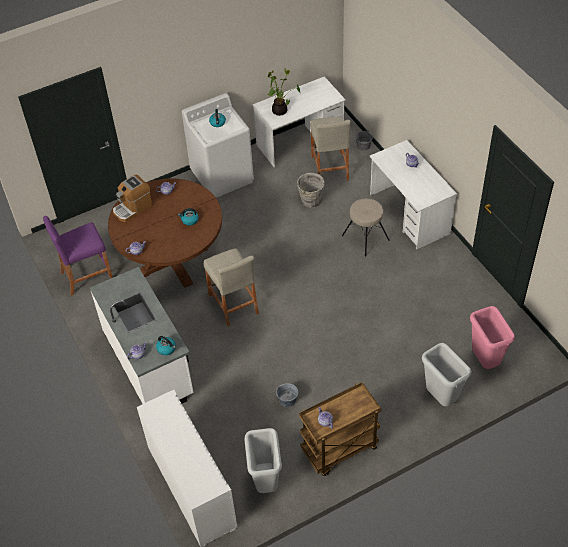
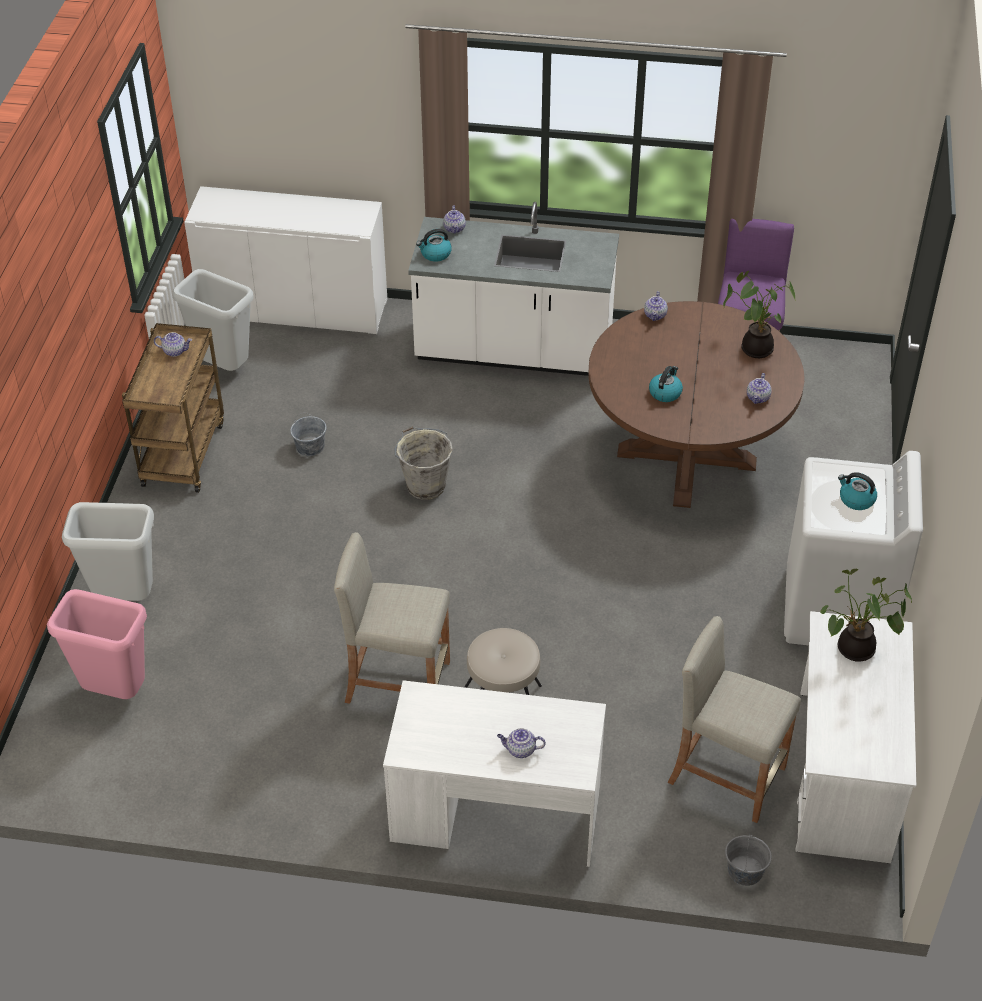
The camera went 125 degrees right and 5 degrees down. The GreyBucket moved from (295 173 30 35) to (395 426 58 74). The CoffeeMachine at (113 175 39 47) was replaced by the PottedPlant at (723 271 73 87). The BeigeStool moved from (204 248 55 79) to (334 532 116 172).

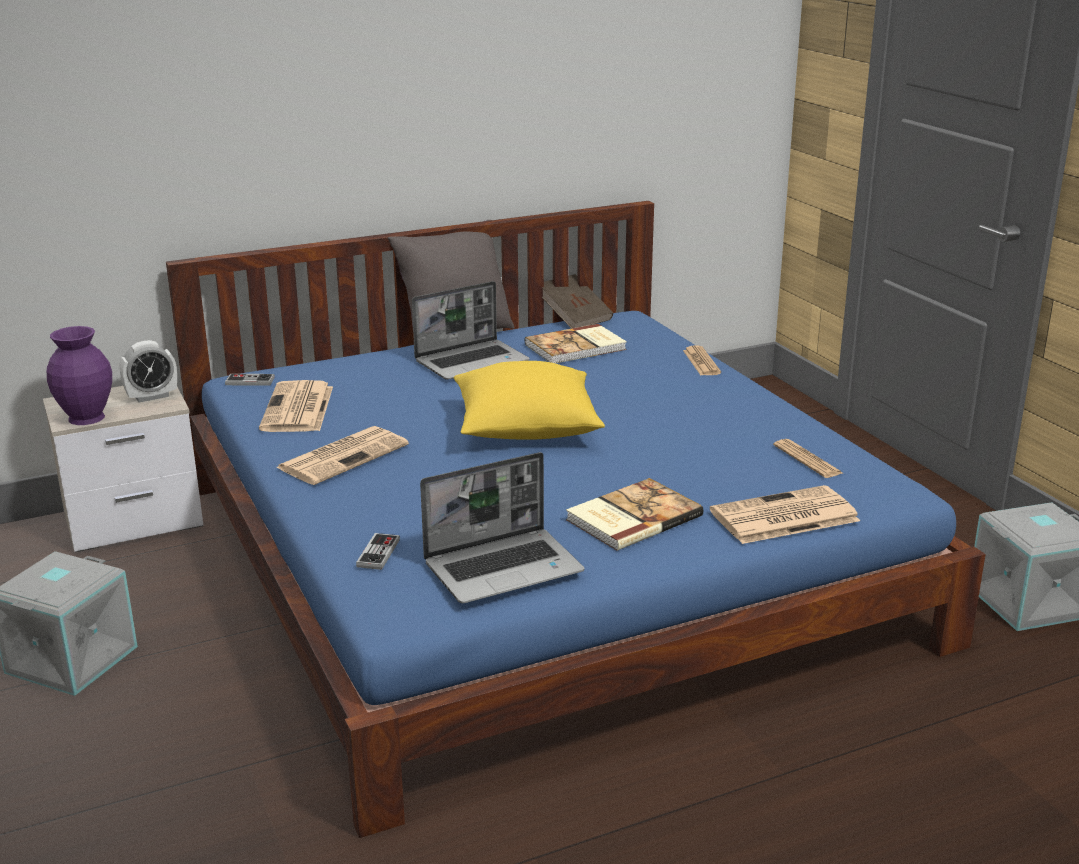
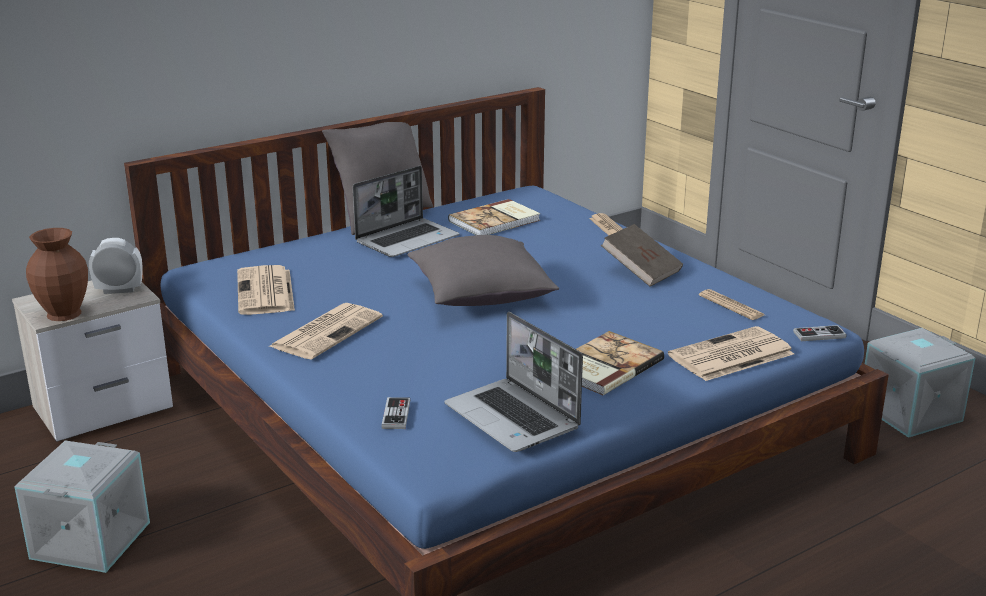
The camera went 10 degrees left and 0 degrees up. The BrownBook moved from (542 274 71 55) to (601 224 82 63). The PurpleVase at (47 326 65 99) became the BrownVase at (26 228 62 93). The AlarmClock at (119 340 58 62) turned 150 degrees counterclockwise. The YellowPillow at (454 361 151 78) became the GreyPillow at (407 235 152 71). The GameController moved from (225 374 50 12) to (793 325 53 16). The Laptop at (420 452 164 151) turned 90 degrees clockwise.

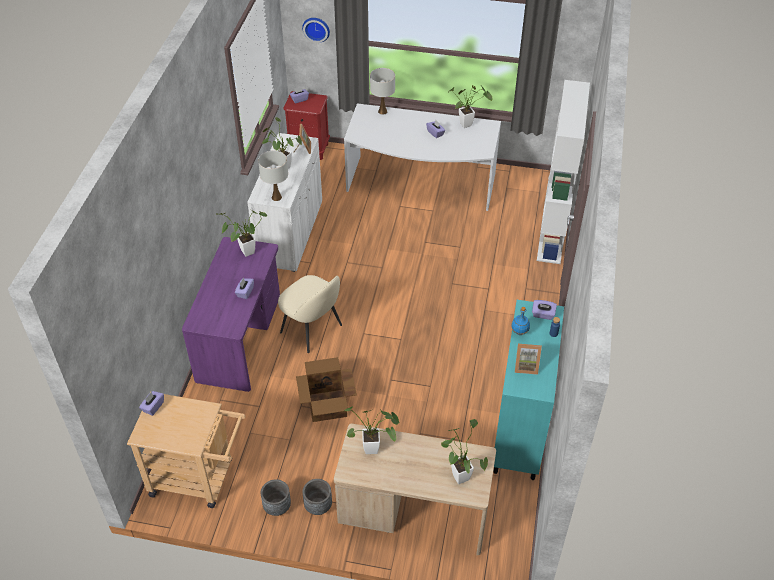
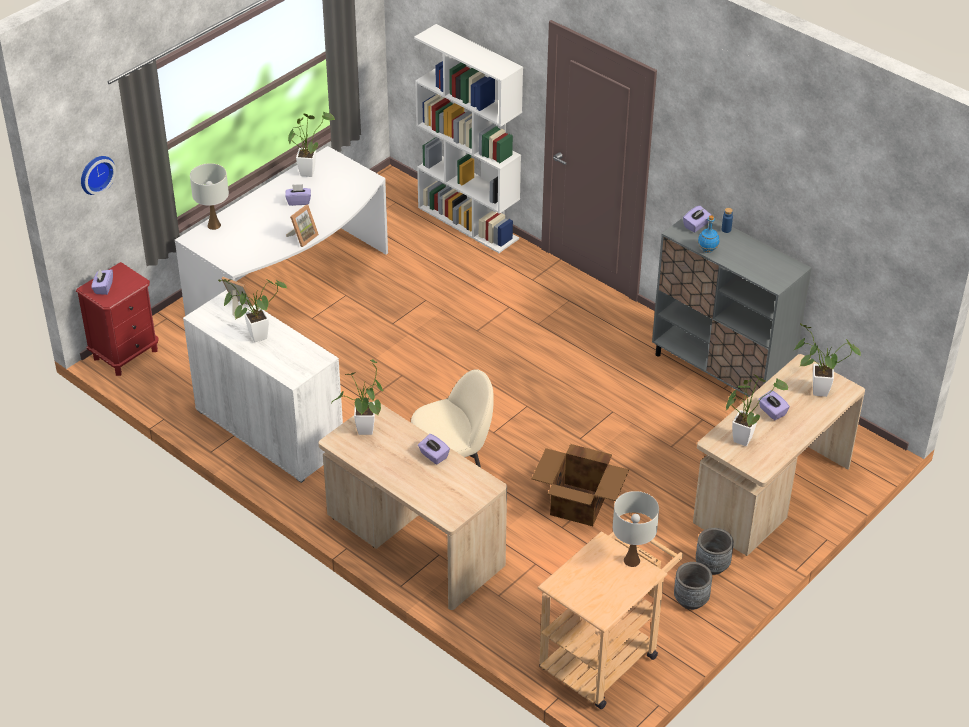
The camera went 60 degrees left and 5 degrees down. The WhiteTableLamp moved from (258 151 30 50) to (613 491 46 76). The PurpleDesk at (182 237 98 155) became the BeigeDesk at (318 401 189 209). The TurquoiseCabinet at (493 300 71 180) became the GreyCabinet at (652 218 160 179). The PictureFrame moved from (515 344 27 31) to (286 204 33 43). The PurpleTissueBox moved from (139 391 25 25) to (758 390 32 30).

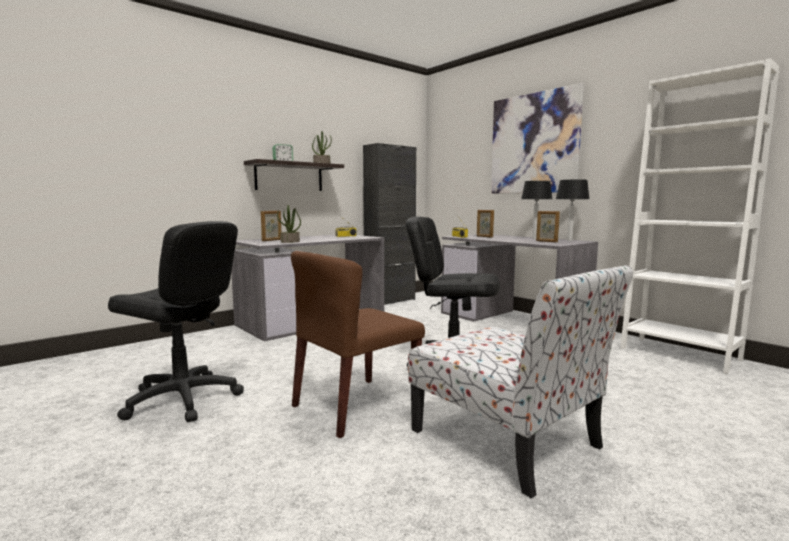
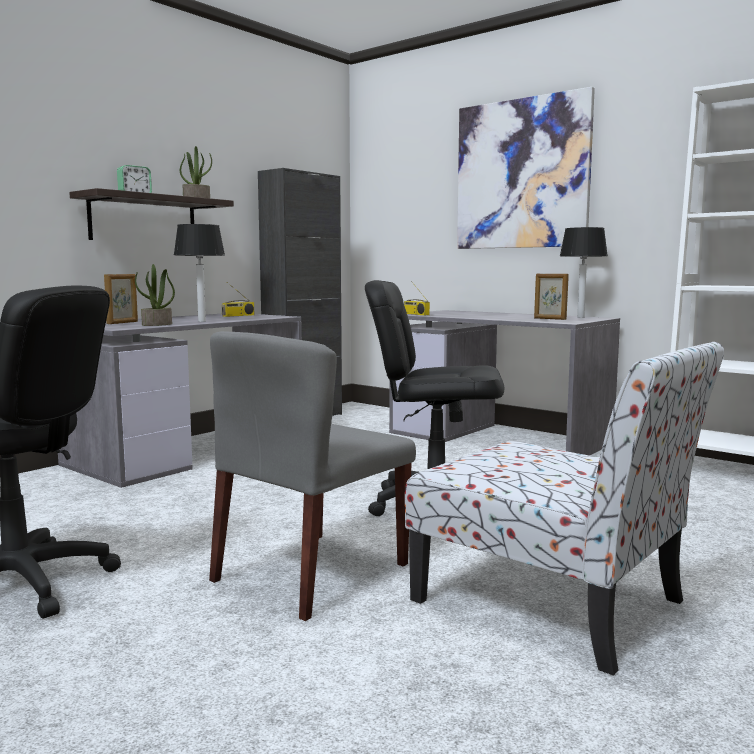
The camera went 10 degrees left and 0 degrees up. The TableLamp moved from (521 181 31 58) to (174 224 51 98). The PictureFrame at (477 210 17 27) disappeared. The BrownChair at (291 251 134 187) became the GreyChair at (209 331 207 290).

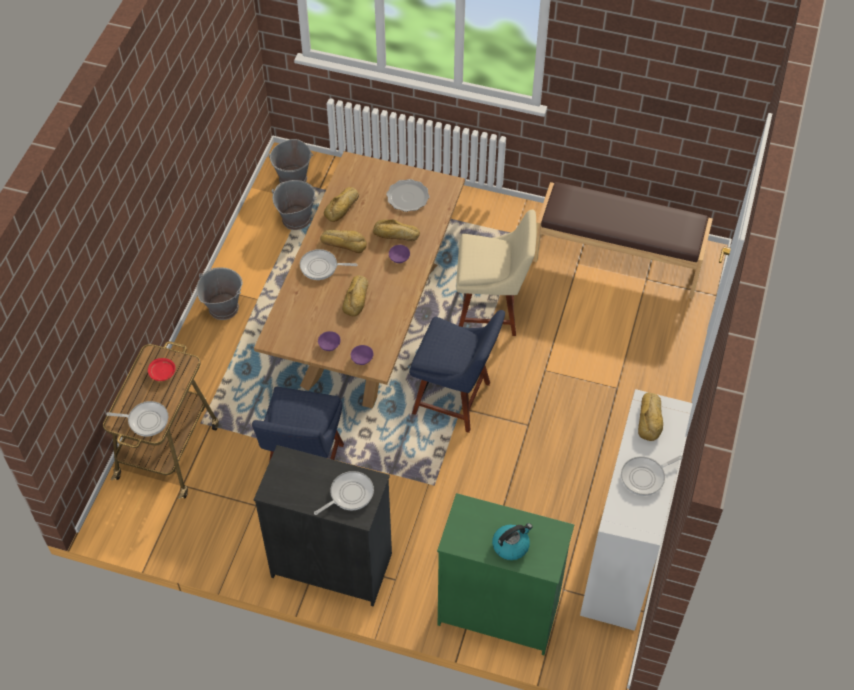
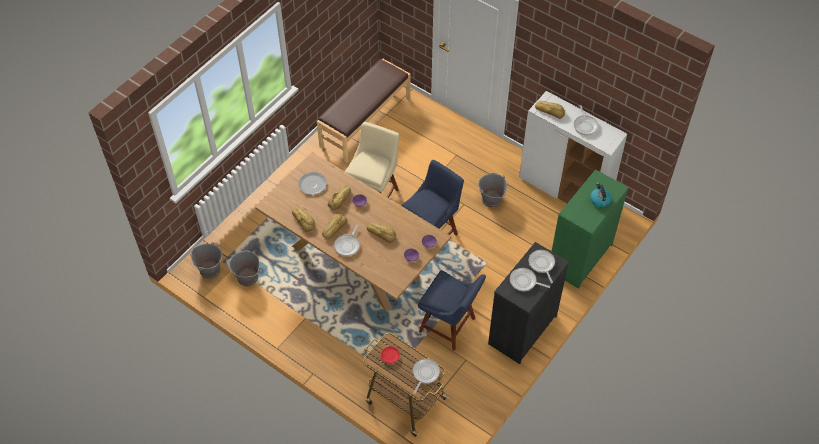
The camera went 70 degrees left and 0 degrees up. The GreyBucket moved from (196 267 47 53) to (478 173 29 35). The FryingPan at (510 268 40 23) appeared.

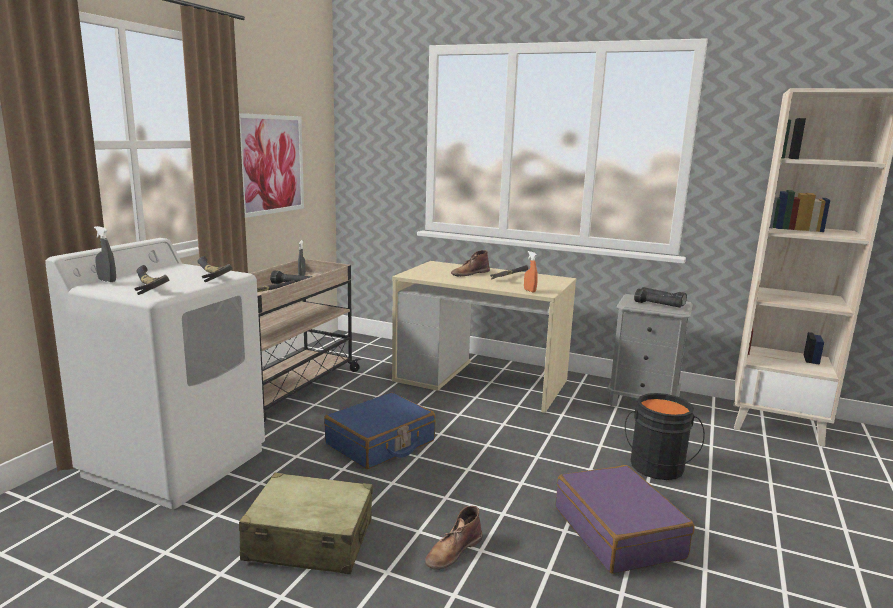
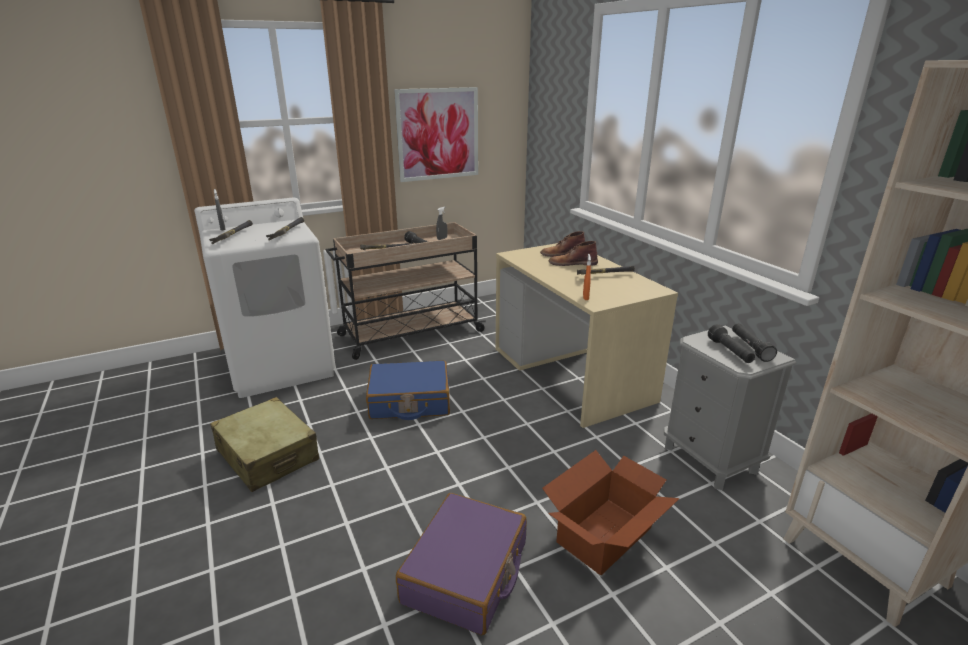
The camera went 40 degrees right and 10 degrees up. The BlackBucket at (625 393 80 87) was replaced by the CardboardBox at (542 450 138 125). The BrownBoot moved from (425 506 57 64) to (540 231 45 26).

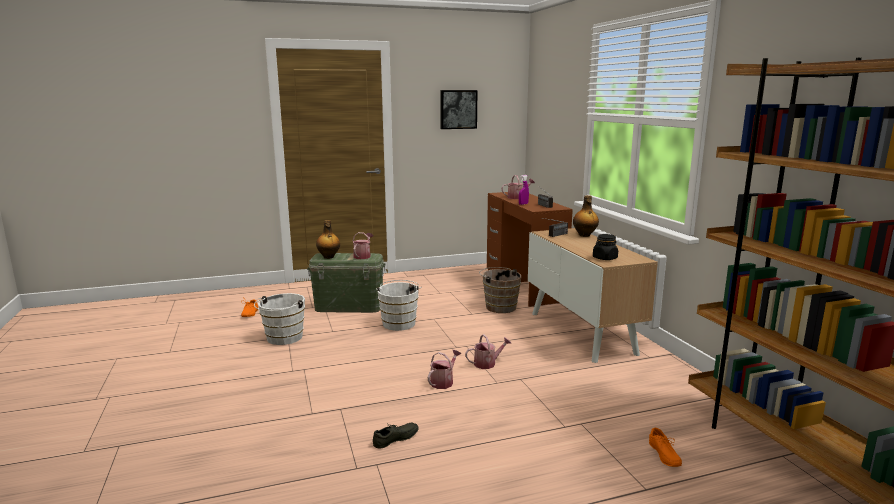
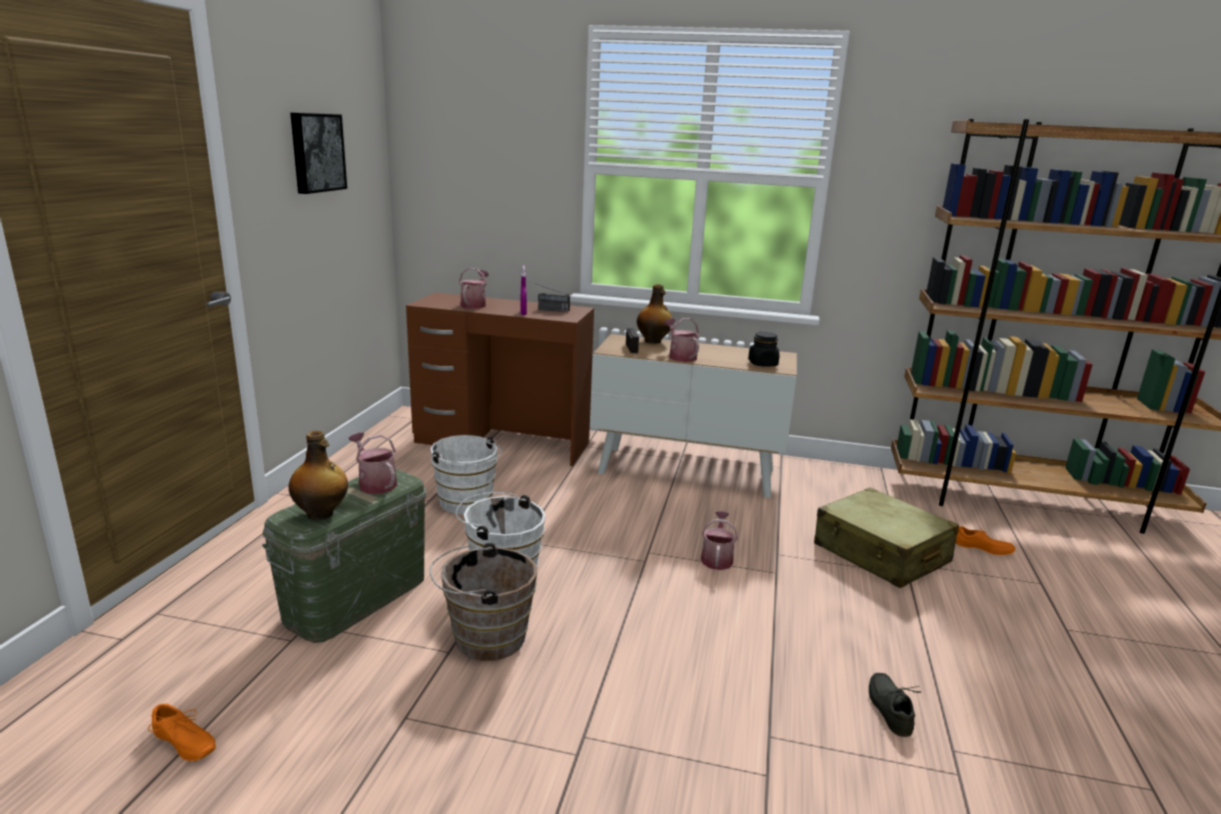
The camera went 60 degrees left and 5 degrees up. The BrownBucket moved from (479 267 42 46) to (429 542 108 119). The WhiteBucket moved from (254 293 51 52) to (430 435 72 79). The WateringCan moved from (428 350 33 39) to (664 318 35 44). The BeigeSuitcase at (814 487 145 101) appeared.

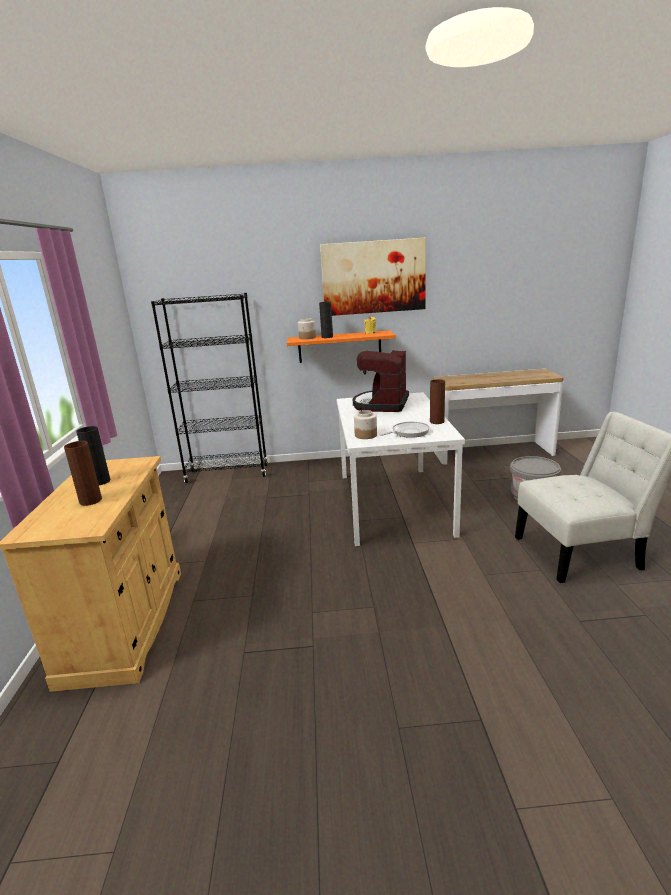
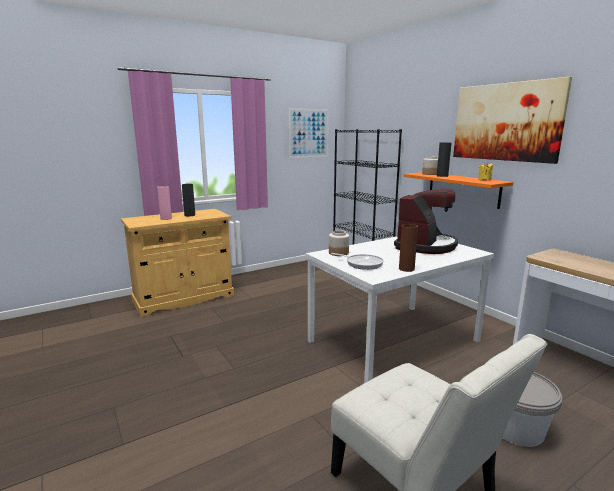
The camera went 60 degrees right and 5 degrees down. The CoffeeMachine at (353 350 56 62) turned 135 degrees clockwise. The BrownVase at (64 441 38 65) became the PinkVase at (157 186 15 34). The Picture at (288 108 41 50) appeared.

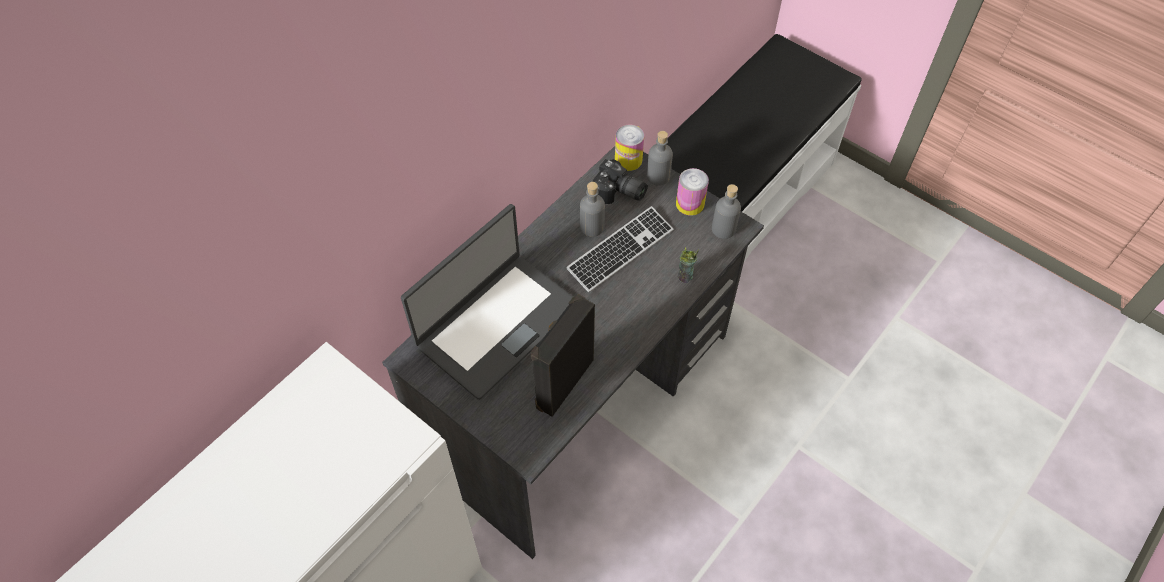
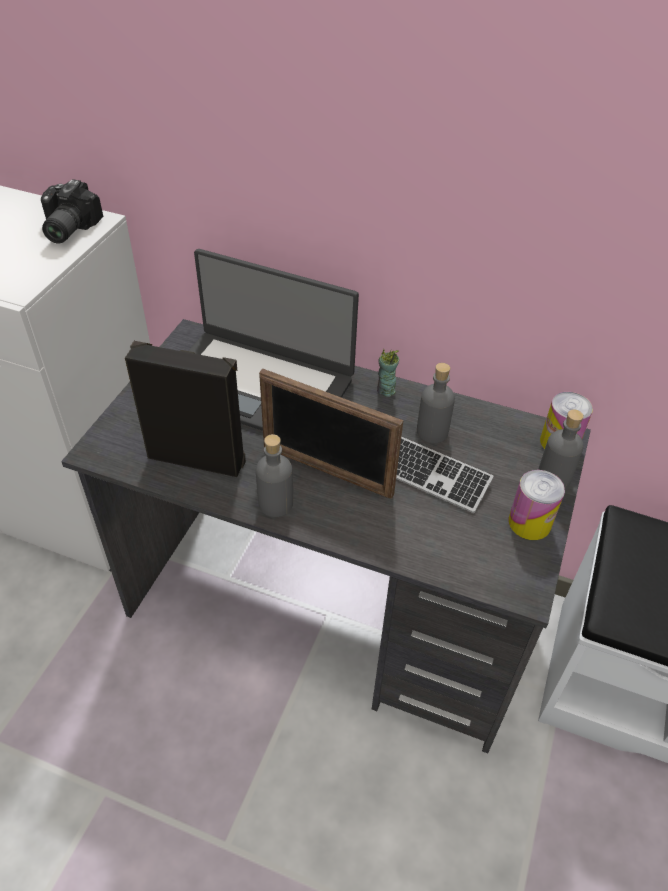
The camera went 70 degrees right and 10 degrees down. The PhotoCamera moved from (593 159 55 45) to (41 179 62 65). The GreyBottle moved from (712 184 29 55) to (256 434 37 83). The Cup moved from (677 247 22 36) to (377 349 22 48). The PictureFrame at (259 369 144 130) appeared.

